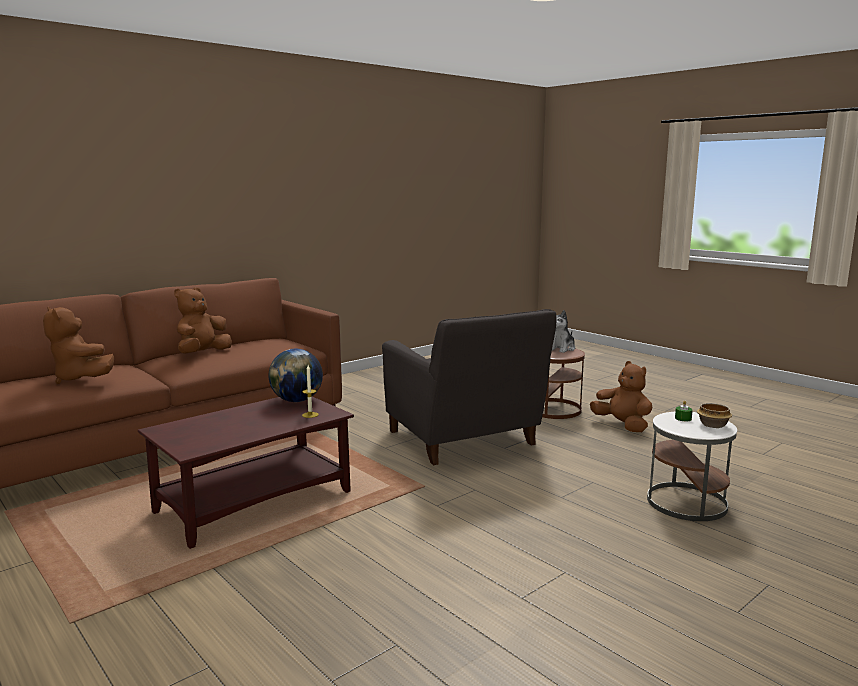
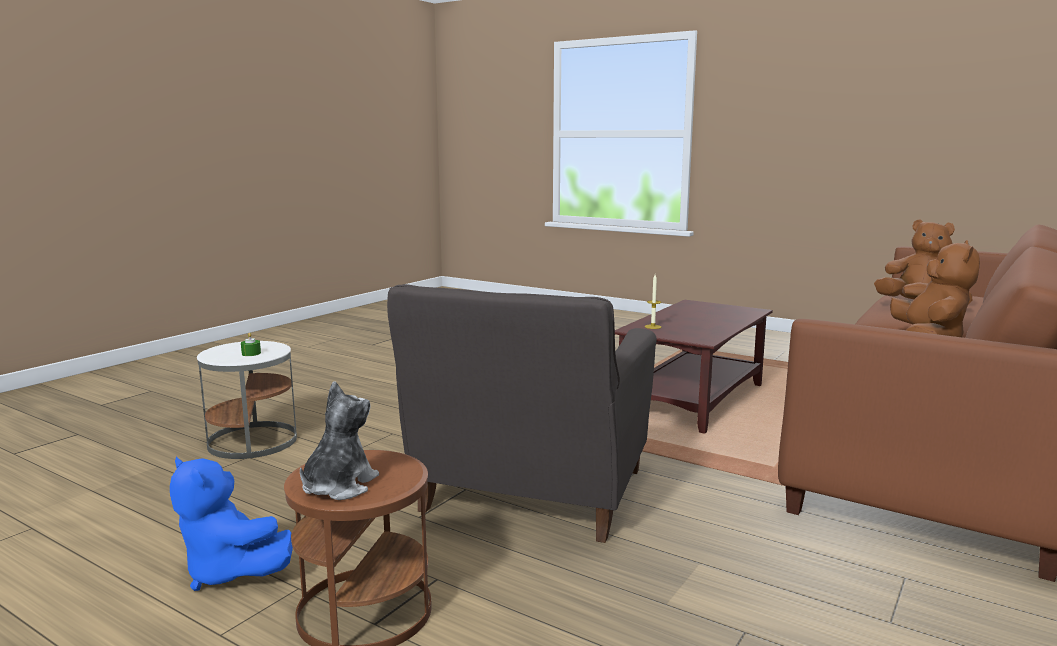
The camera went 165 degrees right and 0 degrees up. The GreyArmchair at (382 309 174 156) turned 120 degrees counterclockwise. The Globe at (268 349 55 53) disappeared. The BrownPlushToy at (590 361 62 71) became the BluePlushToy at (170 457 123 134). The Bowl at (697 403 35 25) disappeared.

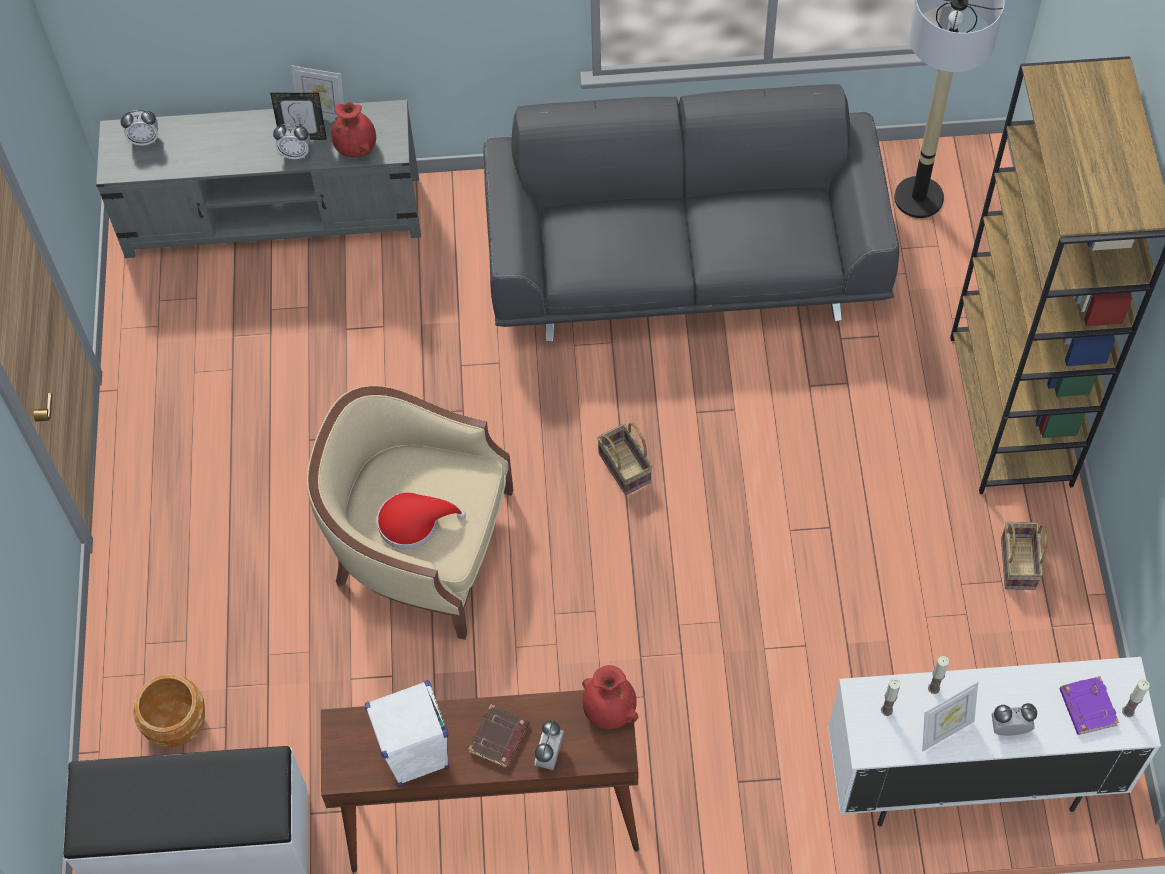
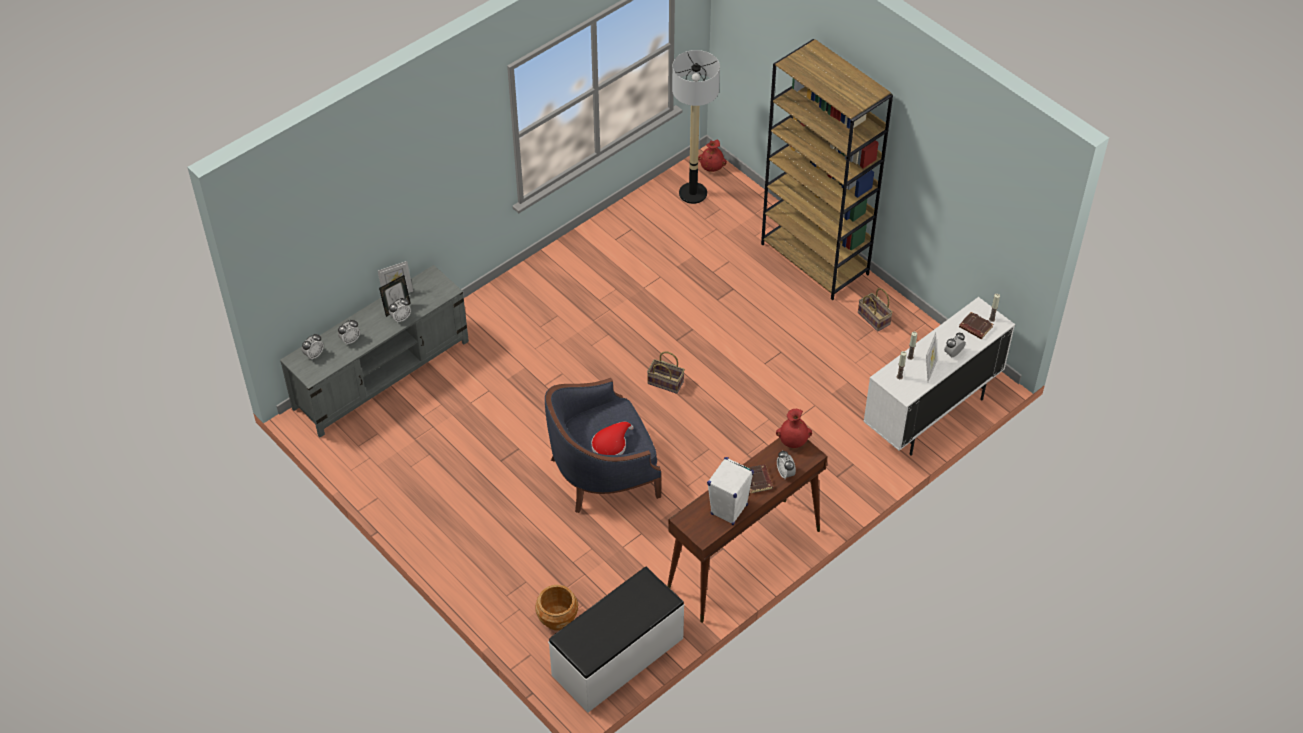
The camera went 40 degrees left and 10 degrees down. The GreySofa at (483 84 416 258) disappeared. The RedVase moved from (332 102 44 56) to (698 140 29 32). The BeigeArmchair at (307 386 206 254) became the BlueArmchair at (545 378 116 135). The PurpleBook at (1060 676 59 59) became the BrownBook at (959 312 34 27). The AlarmClock at (338 320 22 24) appeared.

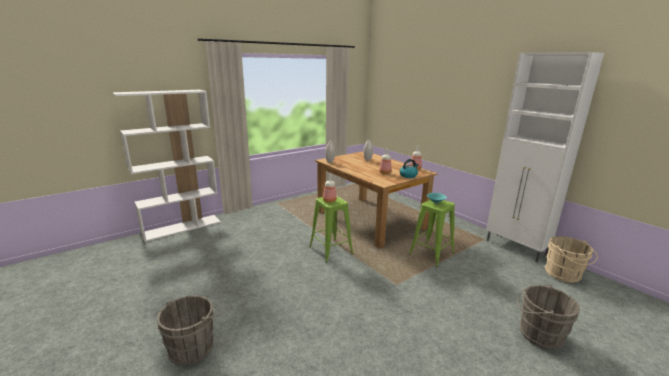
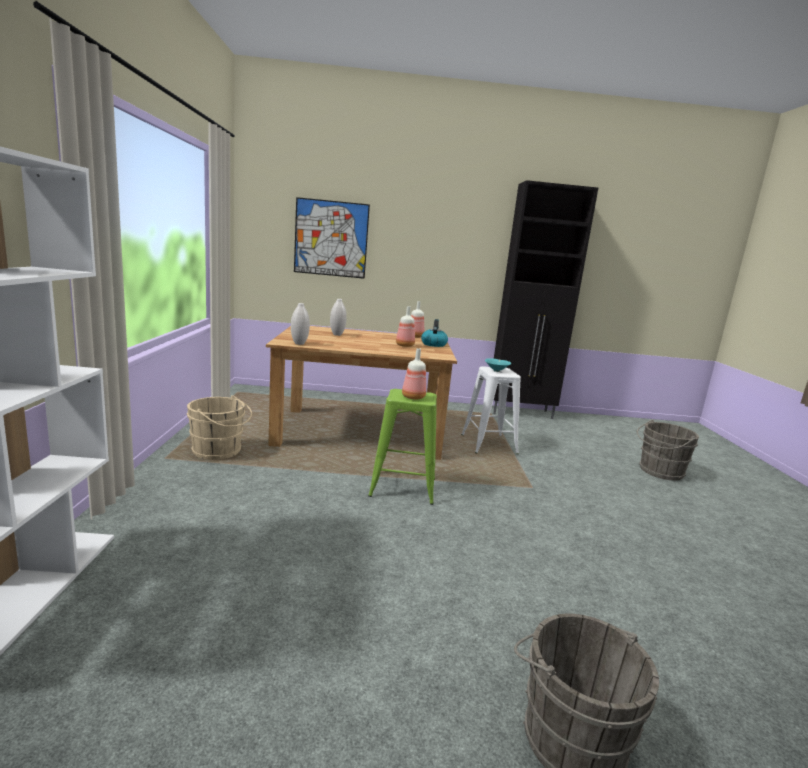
The camera went 55 degrees left and 5 degrees down. The WhiteCabinet at (486 52 118 210) became the BlackCabinet at (493 180 105 239). The GreenStool at (409 200 46 67) became the WhiteStool at (461 366 60 88). The BeigeBucket moved from (545 236 53 47) to (186 395 66 65). The Picture at (294 197 76 82) appeared.

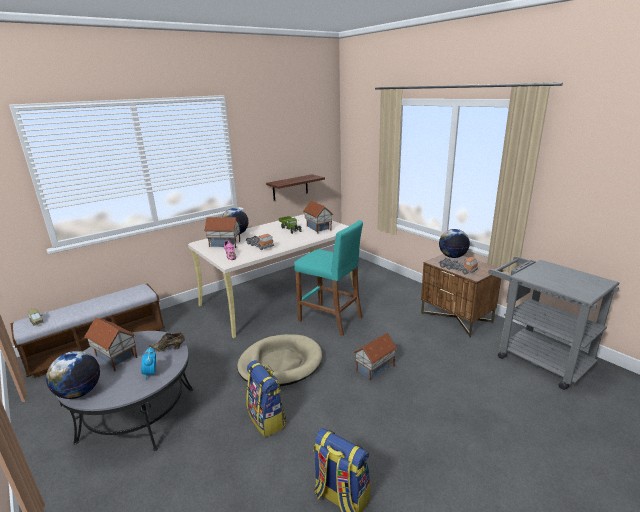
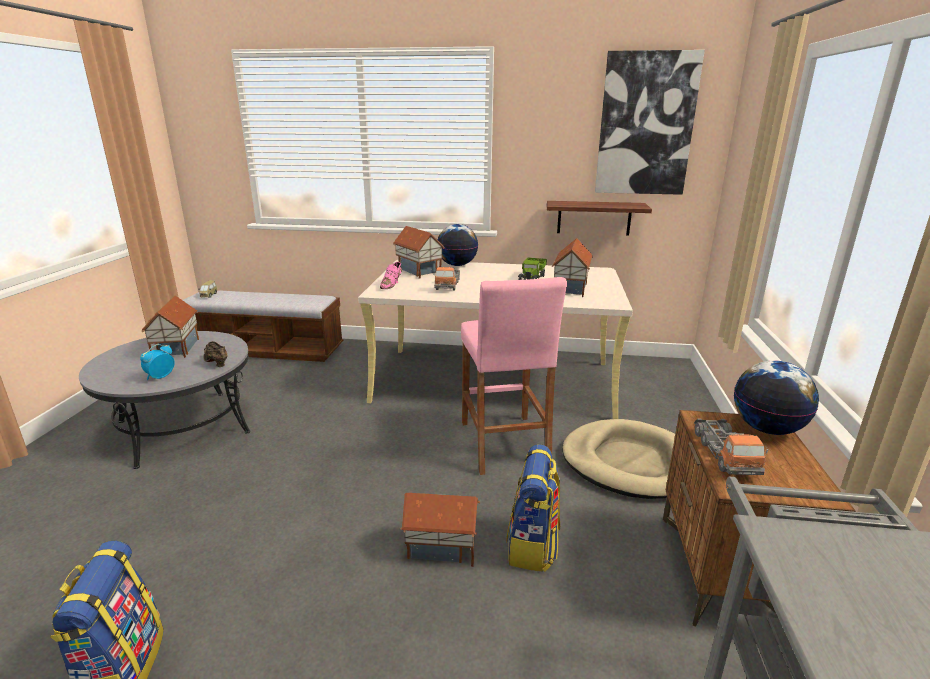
The camera went 45 degrees right and 0 degrees up. The TurquoiseStool at (294 220 69 116) became the PinkStool at (461 277 106 198). The BeigeDogBed moved from (237 334 85 53) to (562 419 113 80). The Globe at (46 351 54 48) disappeared. The Backpack moved from (246 360 40 77) to (506 444 54 128). The Picture at (595 50 110 145) appeared.

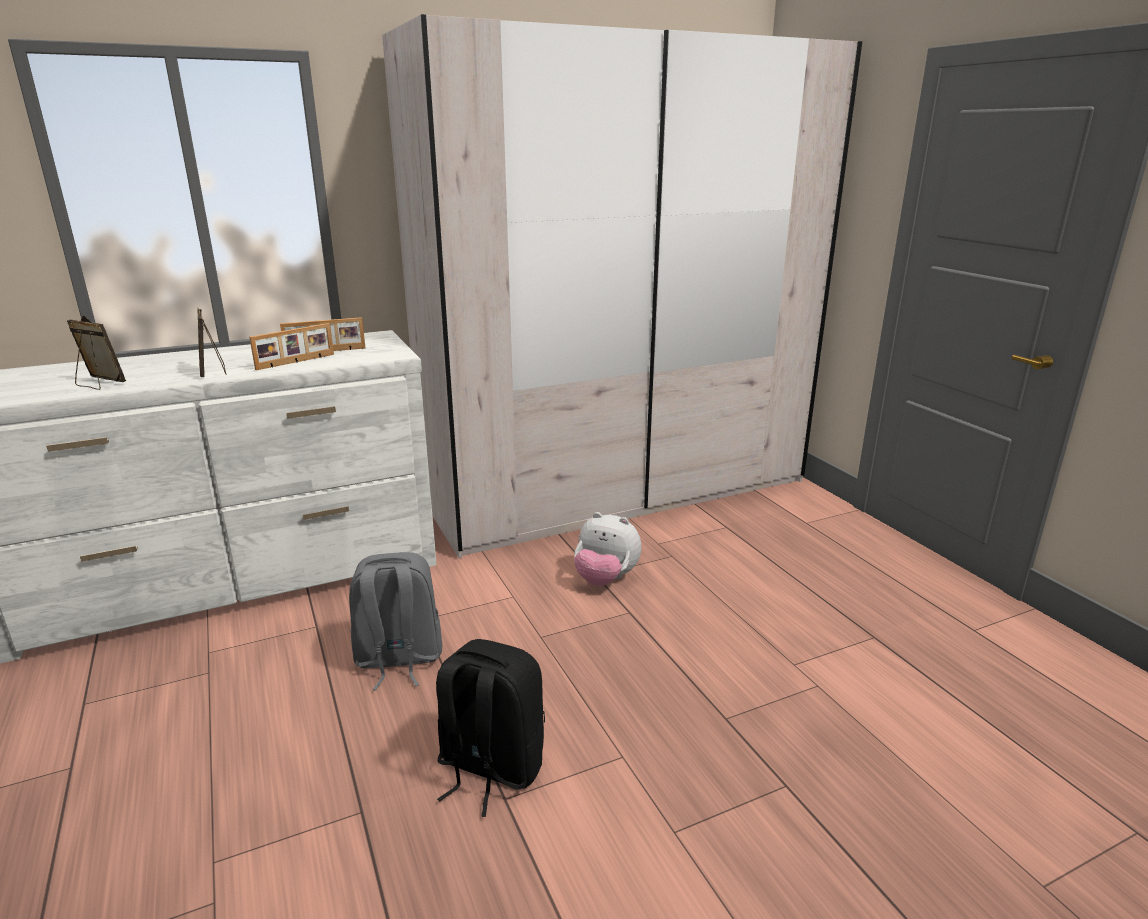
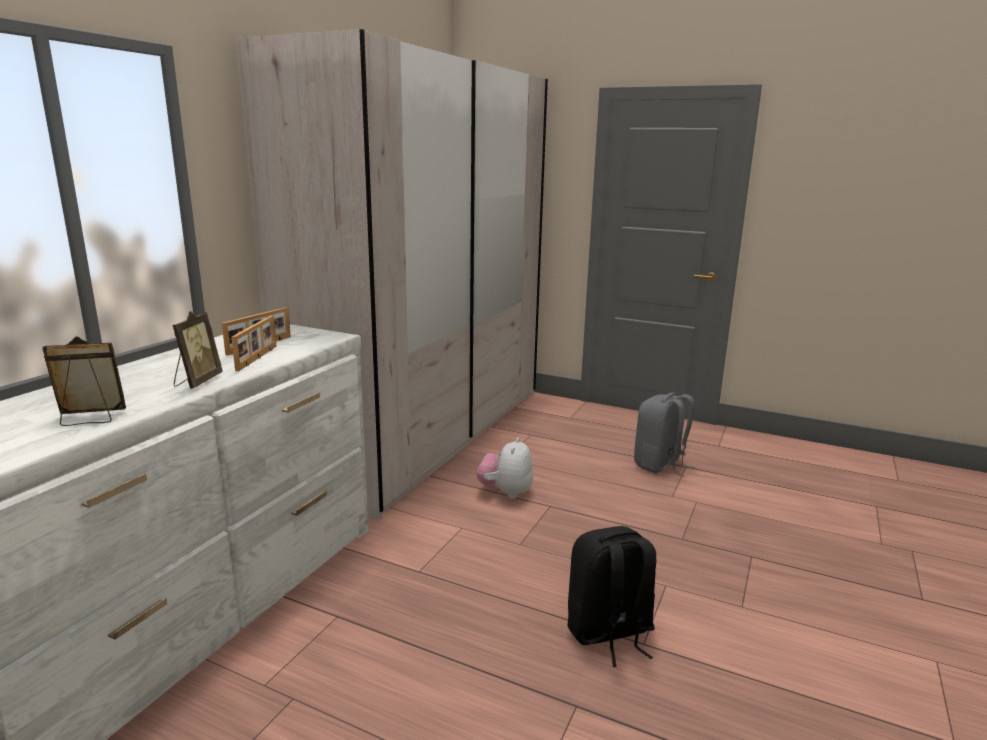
The camera went 40 degrees left and 5 degrees down. The PictureFrame at (197 309 29 68) turned 105 degrees counterclockwise. The PlushToy at (574 512 68 74) turned 120 degrees clockwise. The GreyBackpack moved from (349 552 93 139) to (634 393 62 84).

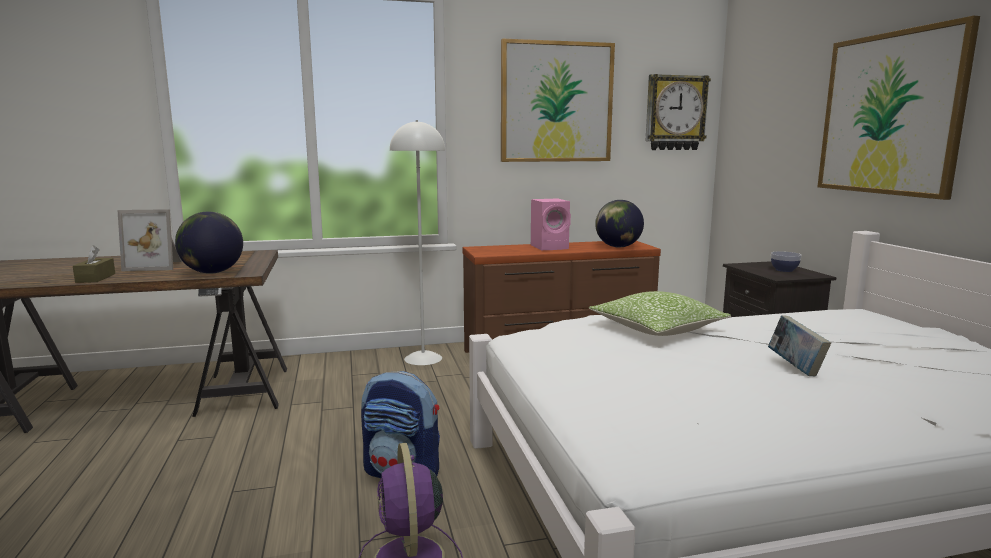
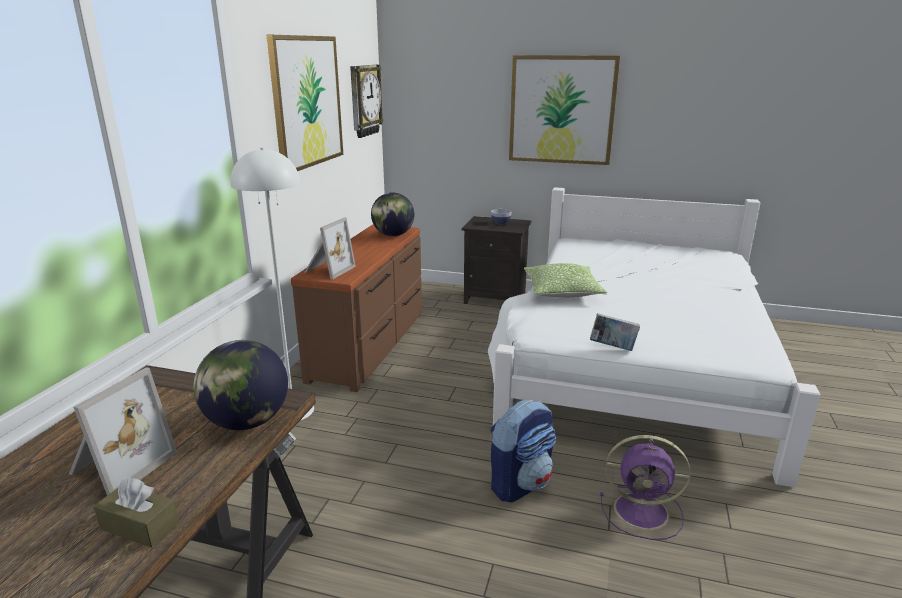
The camera went 60 degrees left and 10 degrees up. The PinkSpeaker at (531 198 40 52) disappeared. The Book moved from (768 315 63 61) to (590 313 50 38). The PictureFrame at (305 218 51 61) appeared.

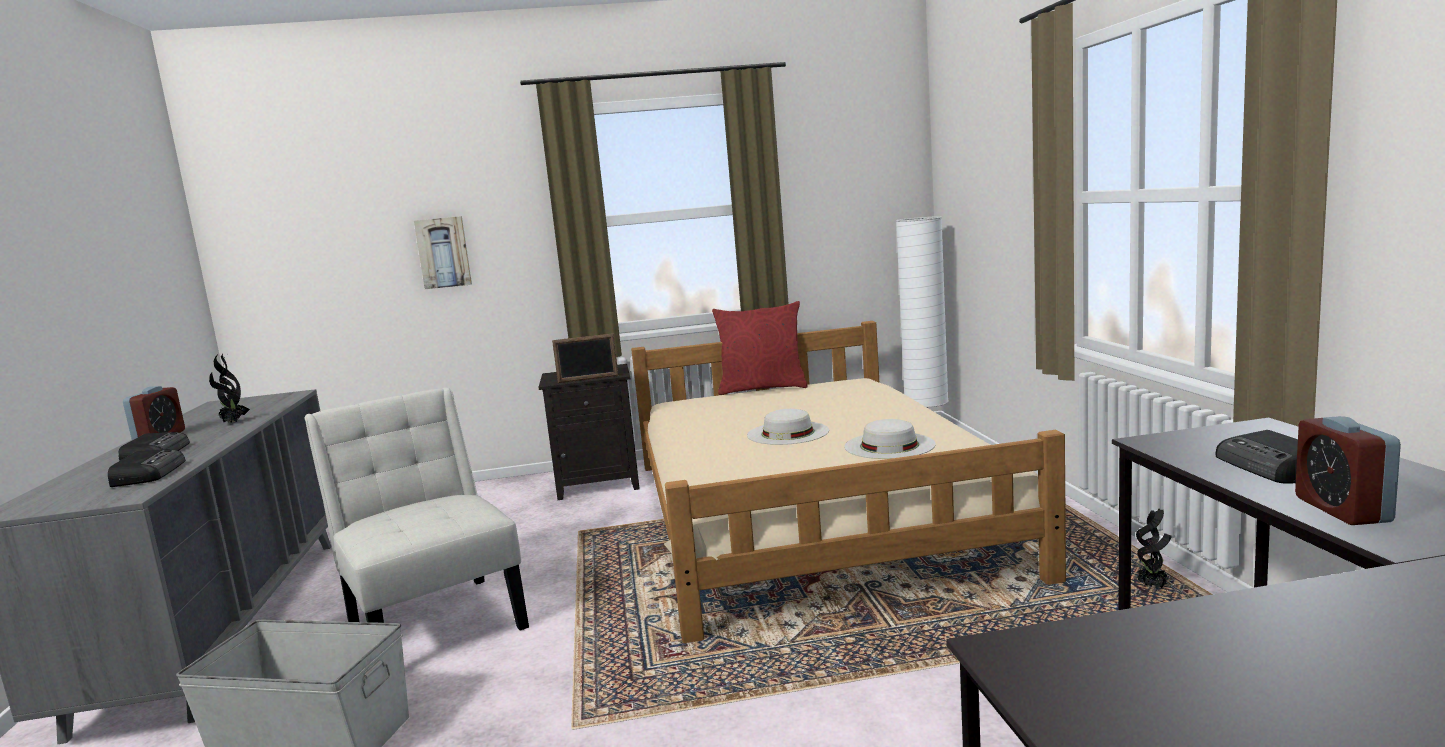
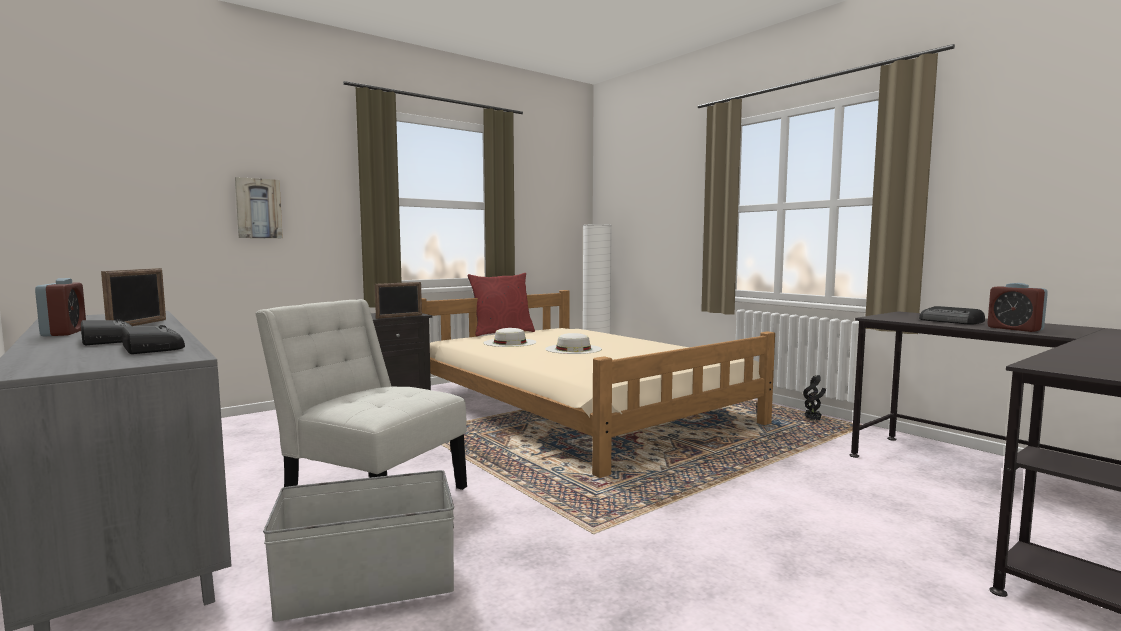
The camera went 30 degrees left and 5 degrees down. The PottedPlant at (209 353 41 70) was replaced by the PictureFrame at (101 268 65 58). The WhiteHat moved from (844 419 92 40) to (483 328 54 19).

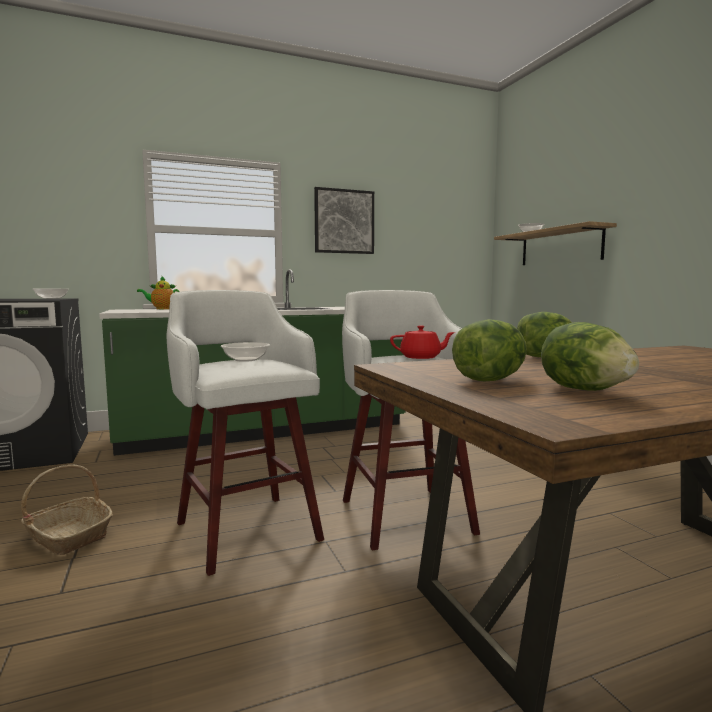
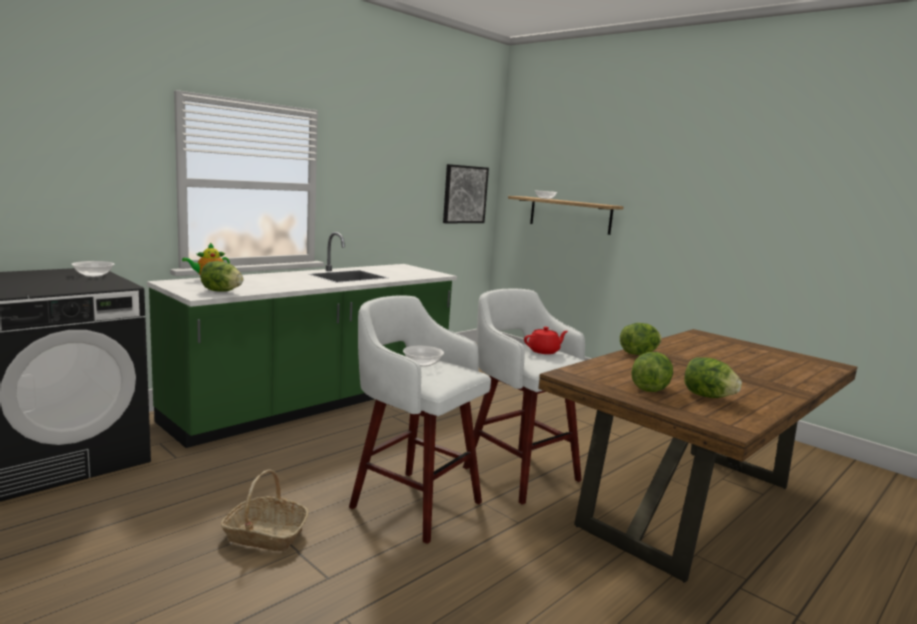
The camera went 25 degrees left and 5 degrees up. The Picture moved from (314 187 60 67) to (443 164 46 59). The Lettuce at (200 261 43 31) appeared.

